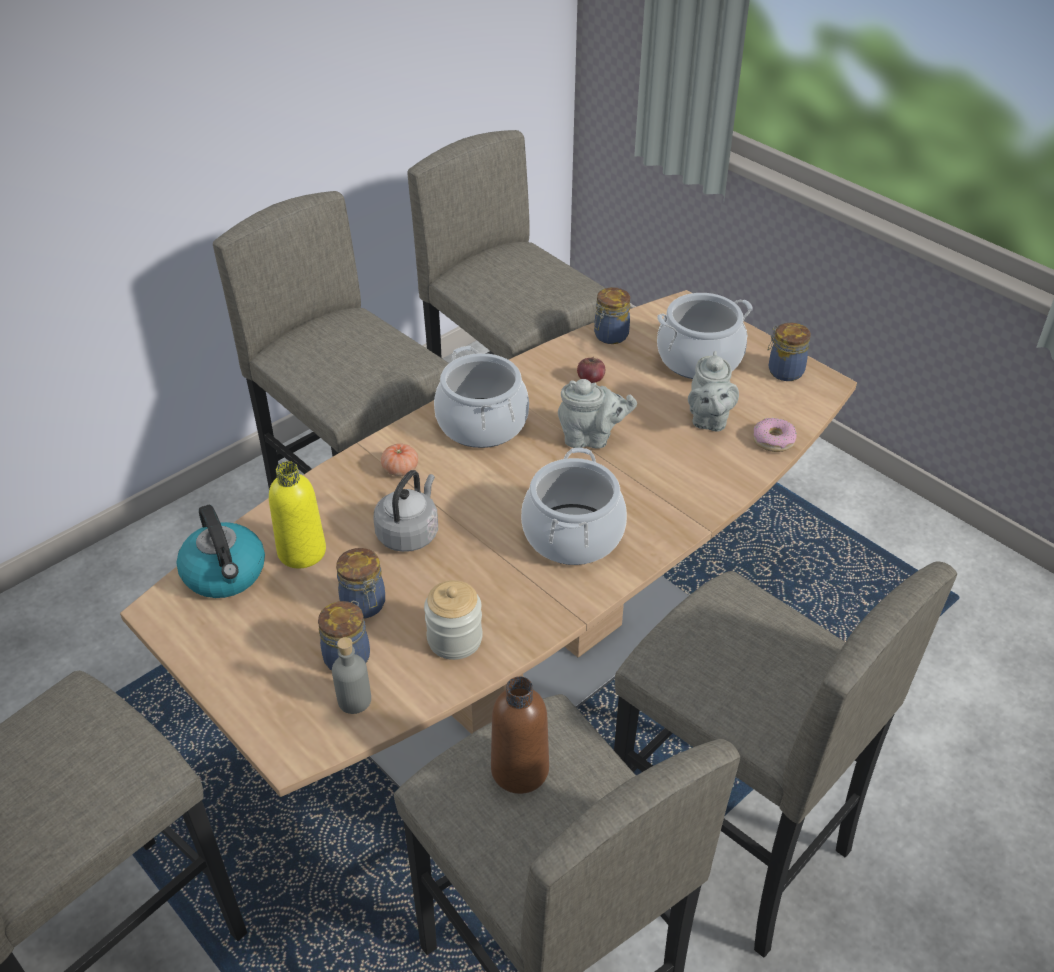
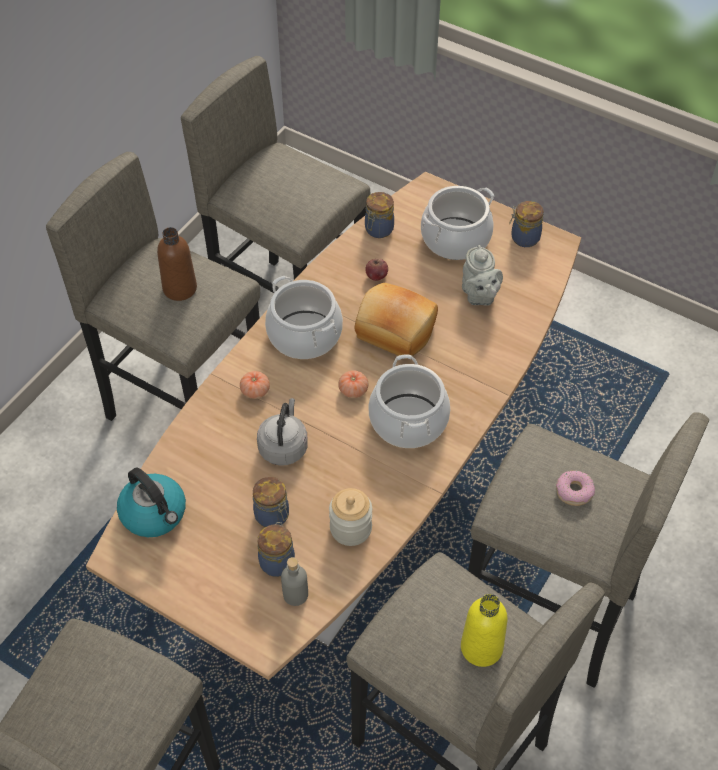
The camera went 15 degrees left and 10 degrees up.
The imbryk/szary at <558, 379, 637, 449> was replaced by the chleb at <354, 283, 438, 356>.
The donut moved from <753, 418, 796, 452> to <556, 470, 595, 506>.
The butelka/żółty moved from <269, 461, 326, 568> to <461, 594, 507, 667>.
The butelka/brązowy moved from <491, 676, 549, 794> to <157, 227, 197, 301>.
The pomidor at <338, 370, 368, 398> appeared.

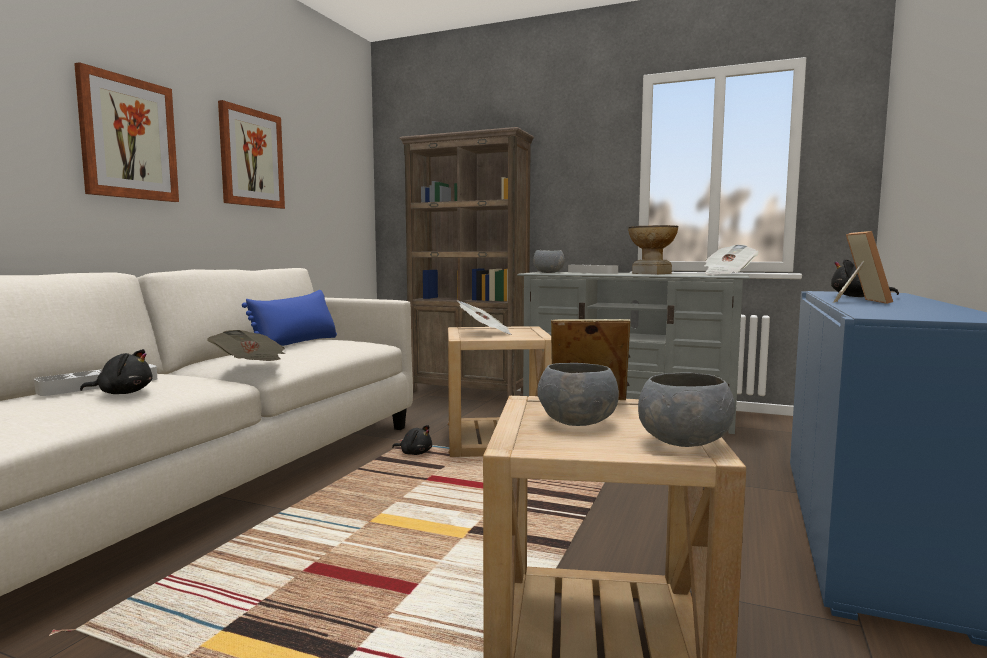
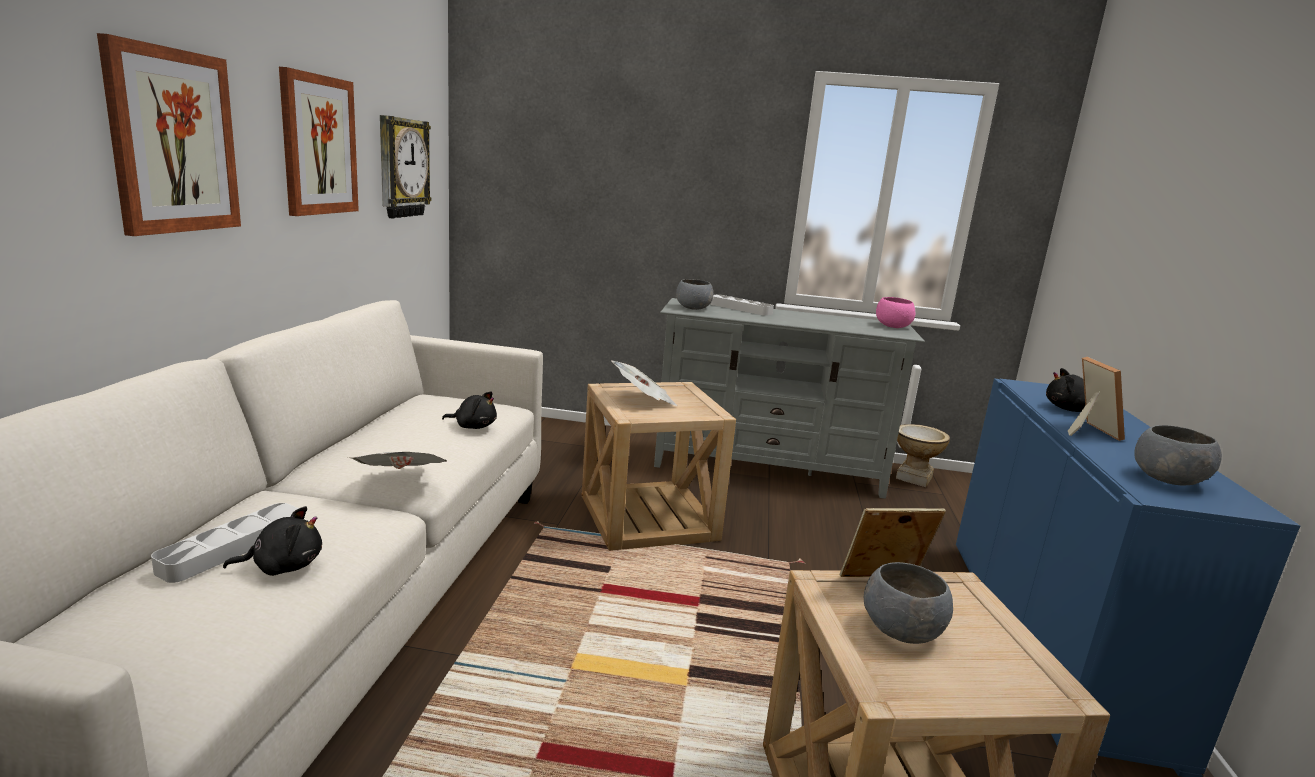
The camera went 15 degrees left and 10 degrees up.
The regał/brązowy at <399, 127, 534, 400> disappeared.
The wazon moved from <628, 225, 678, 274> to <896, 424, 950, 487>.
The gazeta at <704, 244, 759, 275> was replaced by the miska/różowy at <876, 297, 915, 328>.
The poduszka/niebieski at <242, 290, 337, 346> disappeared.
The miska/szary moved from <638, 373, 735, 447> to <1134, 425, 1222, 485>.
The pluszak/czarny moved from <392, 425, 432, 455> to <442, 392, 497, 429>.
The zegar ścienny at <380, 115, 432, 218> appeared.

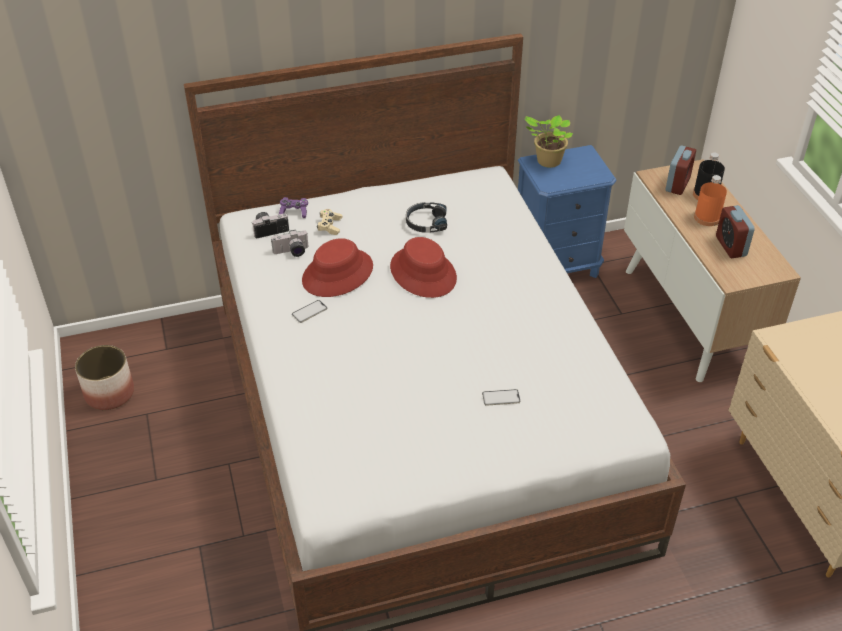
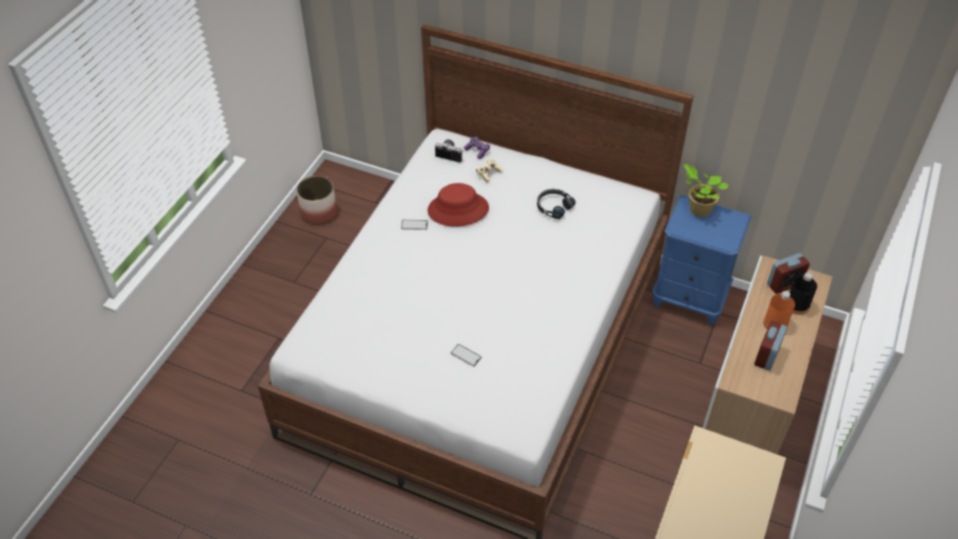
The camera went 40 degrees right and 5 degrees up.
The aparat fotograficzny at <271, 230, 309, 257> disappeared.
The kapelusz/czerwony at <390, 237, 457, 298> disappeared.

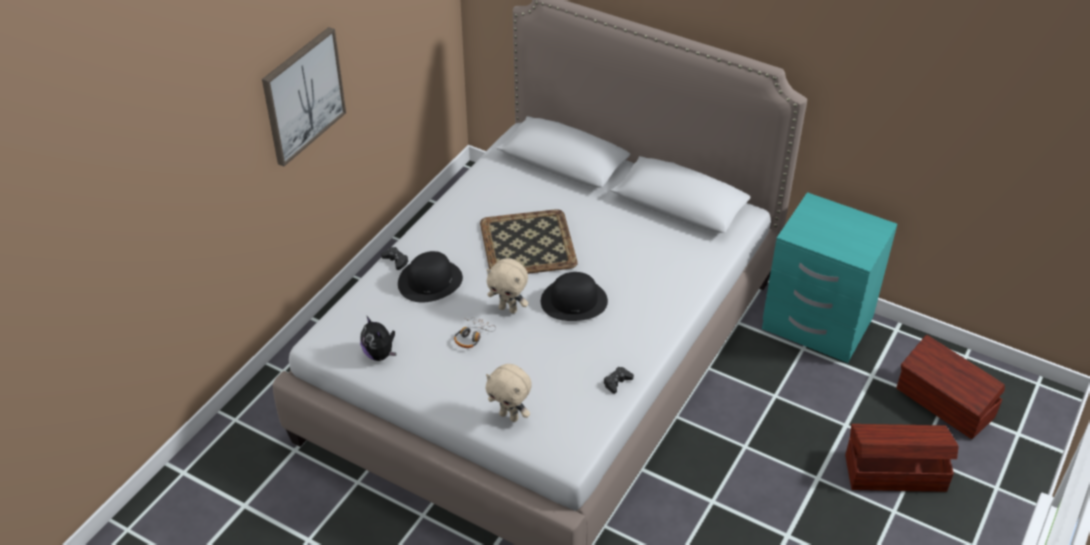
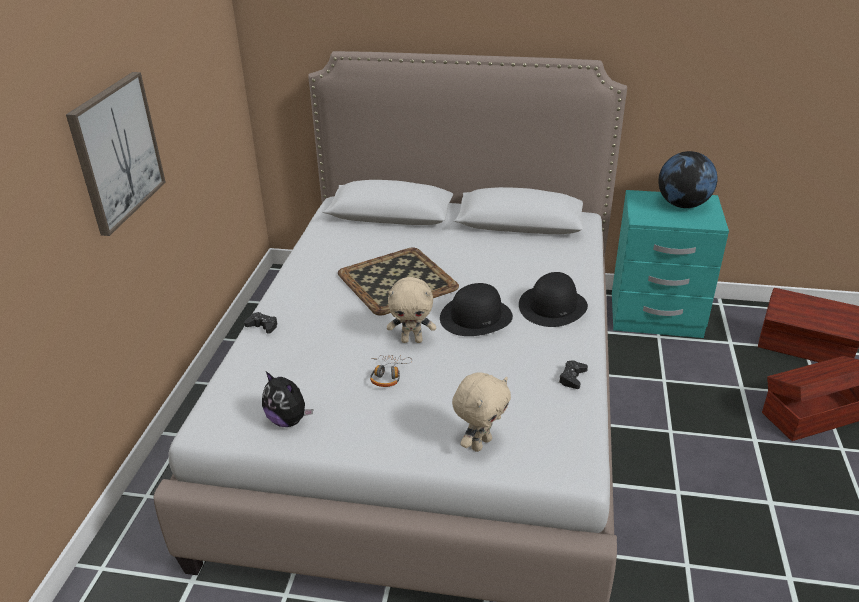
The camera went 20 degrees left and 10 degrees down.
The kapelusz/czarny moved from <398, 251, 463, 303> to <519, 272, 588, 327>.
The pluszak/beżowy at <486, 364, 532, 422> turned 60 degrees counterclockwise.
The globus at <658, 151, 718, 208> appeared.

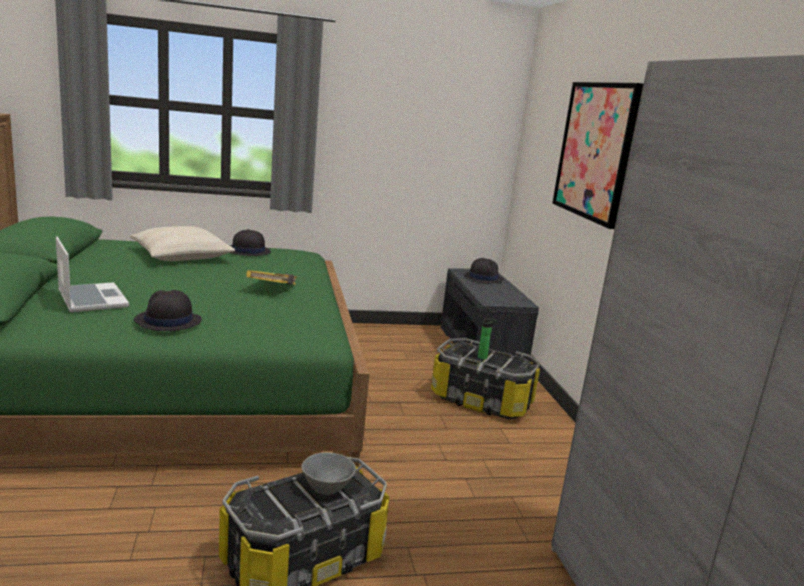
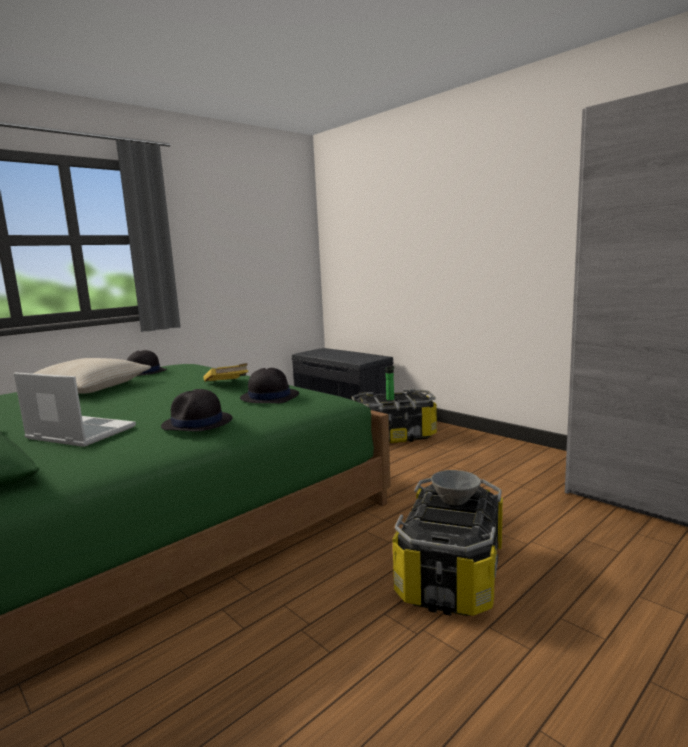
The camera went 30 degrees left and 5 degrees down.
The obraz at <552, 82, 643, 229> disappeared.
The kapelusz/czarny moved from <464, 258, 504, 284> to <240, 368, 299, 403>.

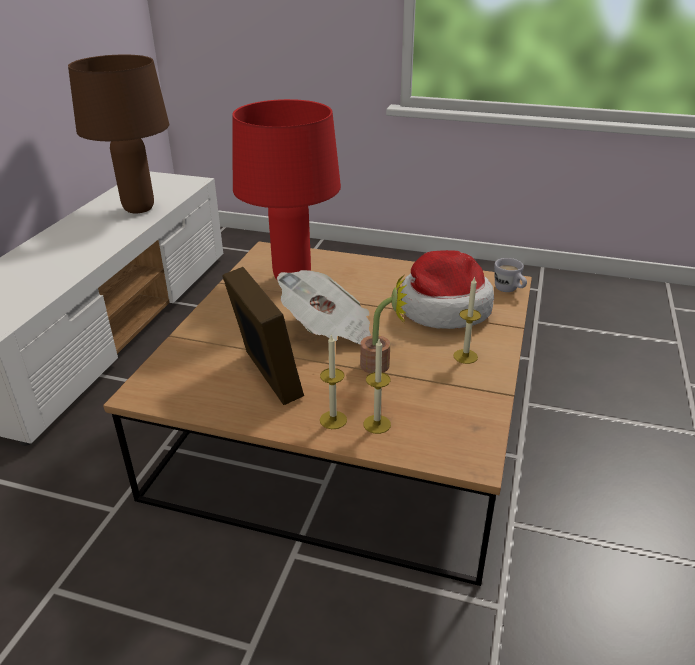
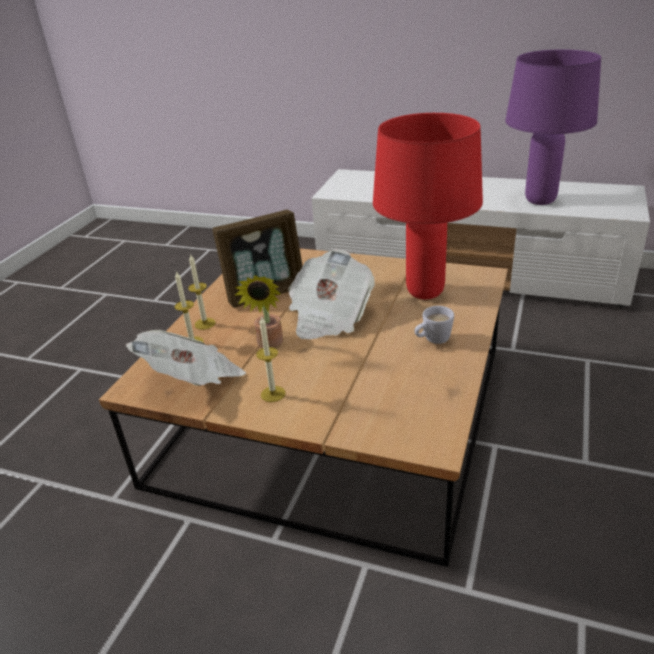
The camera went 95 degrees right and 0 degrees up.
The lampa stołowa/brązowy at <68, 55, 169, 213> became the lampa stołowa/fioletowy at <505, 49, 601, 205>.
The kapelusz at <401, 250, 494, 329> disappeared.
The kubek/biały moved from <494, 258, 527, 292> to <414, 306, 454, 344>.
The gazeta at <126, 330, 246, 386> appeared.

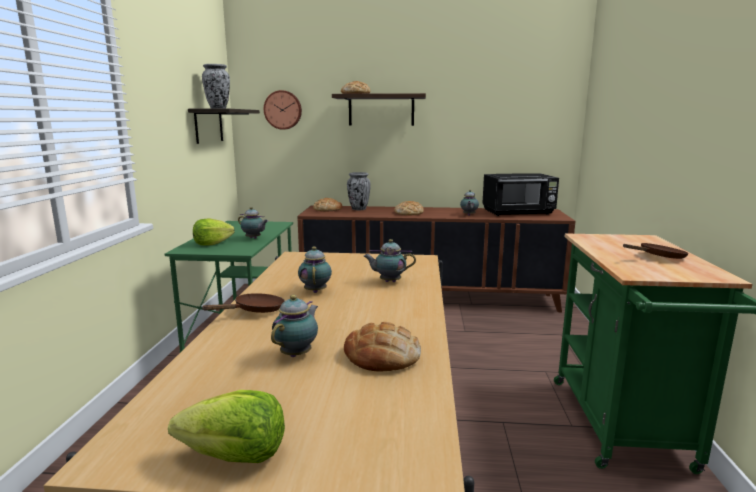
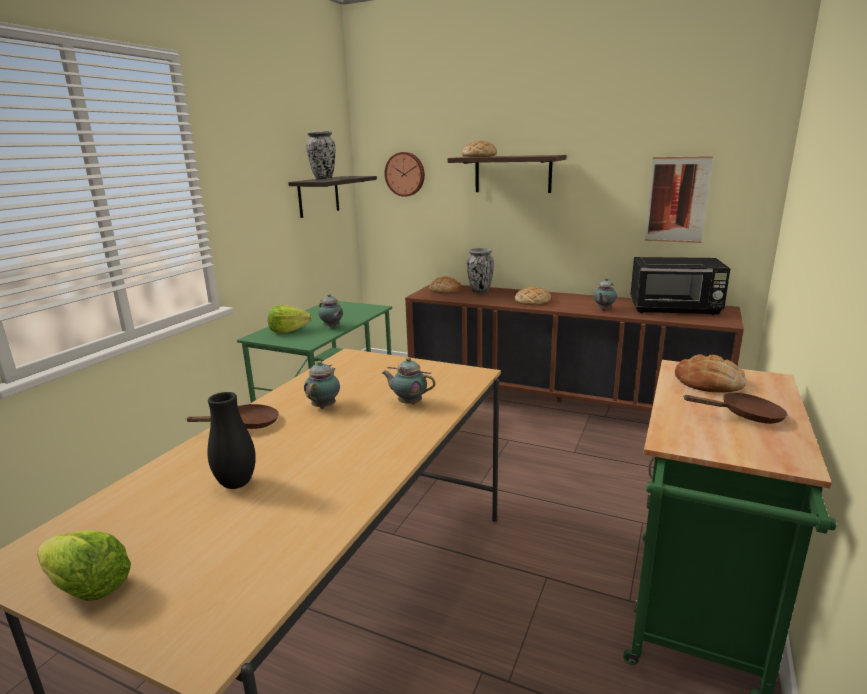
The camera went 20 degrees right and 5 degrees up.
The imbryk at <271, 295, 318, 357> was replaced by the wazon/czarny at <207, 392, 256, 489>.
The chleb moved from <344, 322, 421, 371> to <675, 354, 746, 392>.
The obraz at <645, 156, 713, 243> appeared.

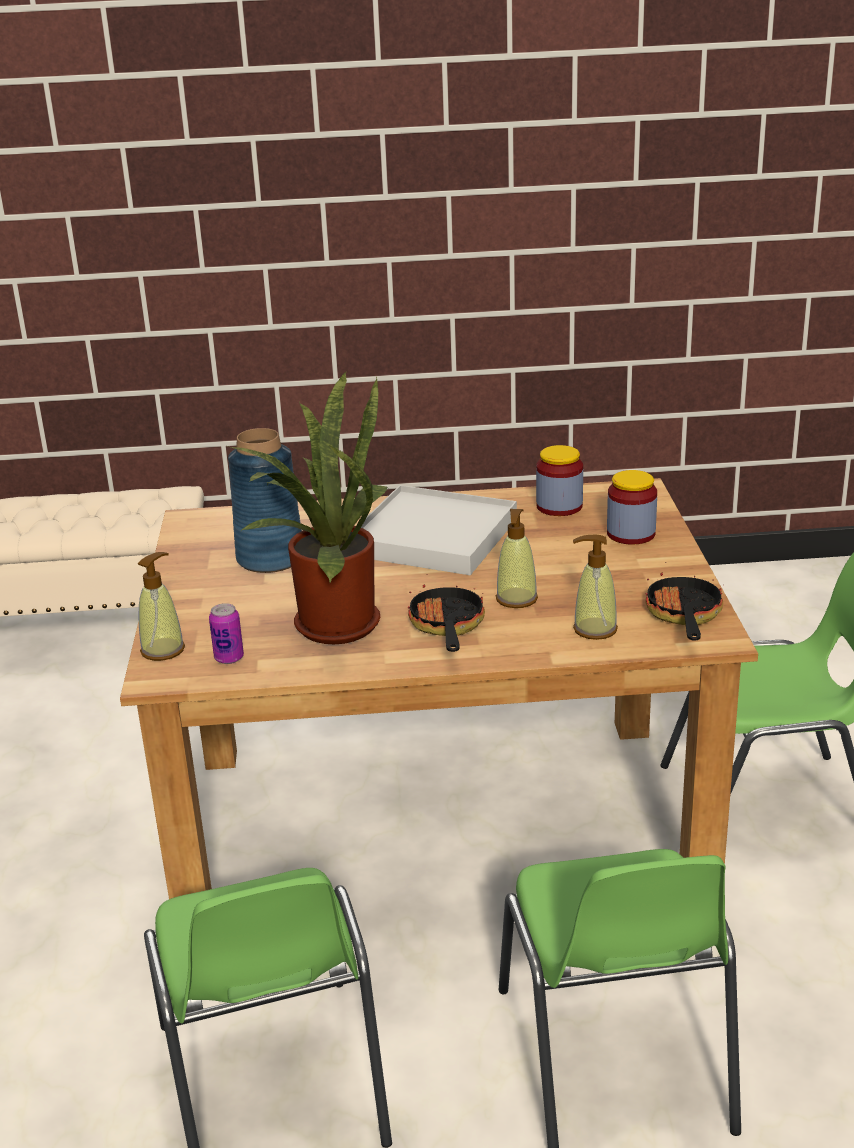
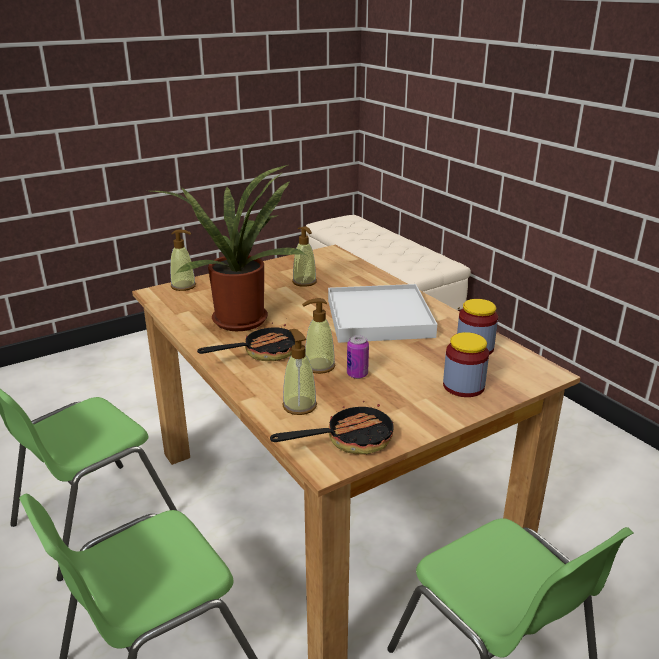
The camera went 60 degrees right and 0 degrees up.
The wazon/niebieski at <228, 428, 302, 573> was replaced by the dozownik mydła at <292, 226, 317, 287>.
The puszka moved from <209, 603, 244, 664> to <347, 335, 369, 379>.

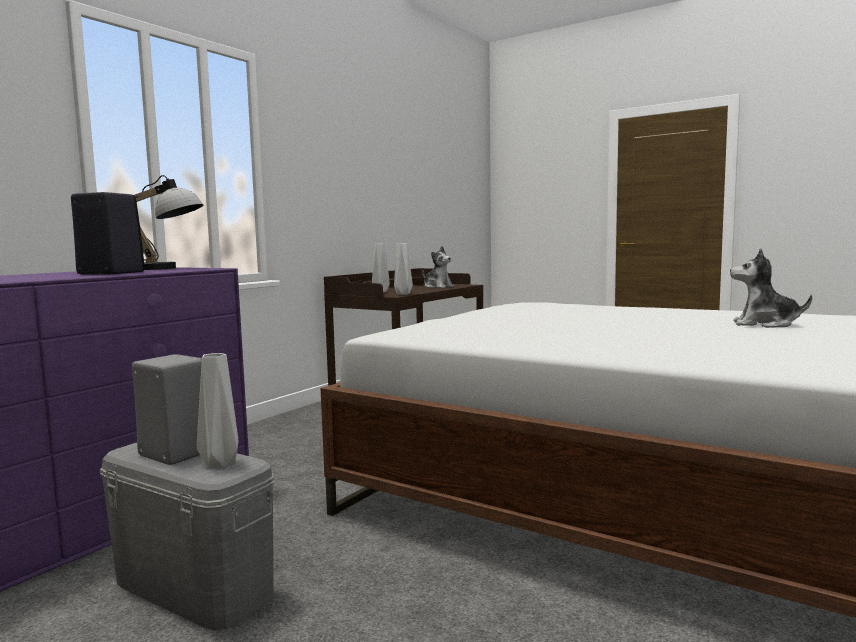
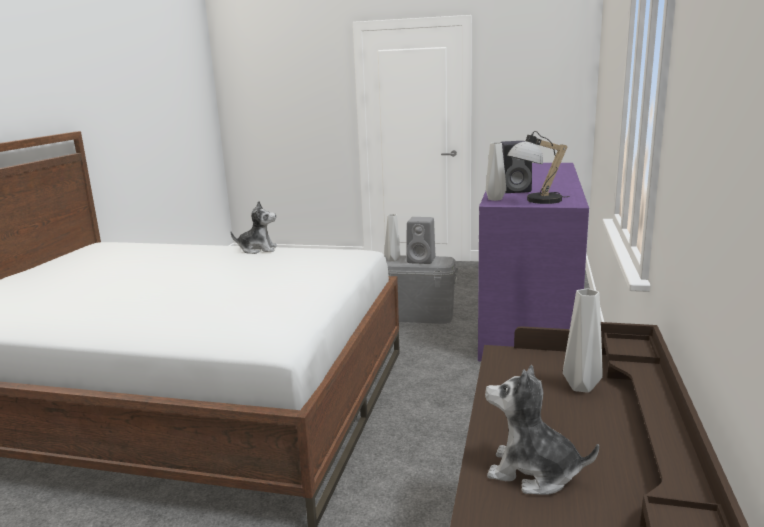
The camera went 160 degrees right and 10 degrees up.
The wazon/szary moved from <394, 243, 413, 295> to <486, 142, 506, 201>.
The pluszak moved from <730, 248, 812, 328> to <231, 201, 277, 254>.

